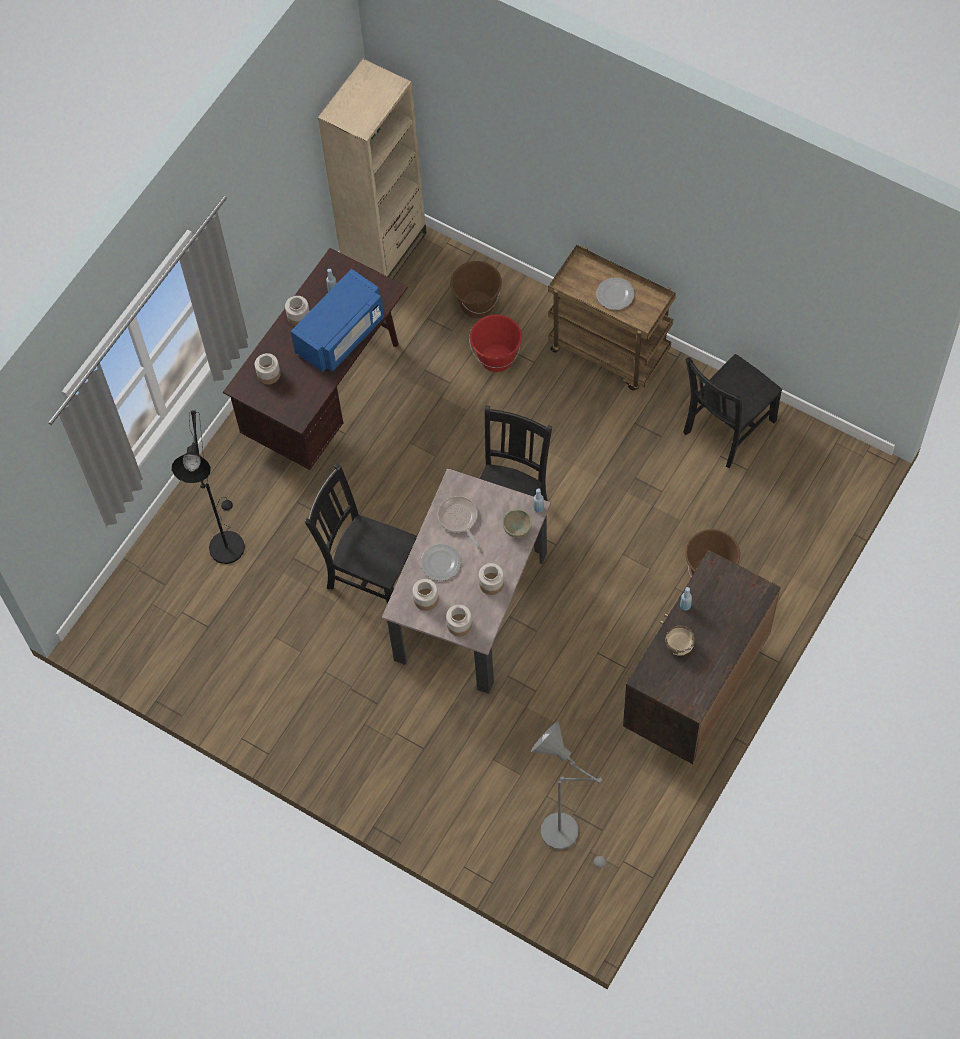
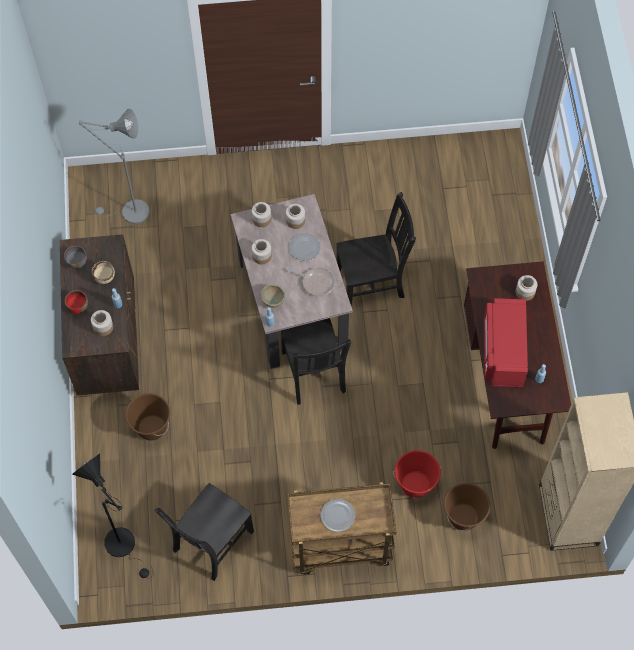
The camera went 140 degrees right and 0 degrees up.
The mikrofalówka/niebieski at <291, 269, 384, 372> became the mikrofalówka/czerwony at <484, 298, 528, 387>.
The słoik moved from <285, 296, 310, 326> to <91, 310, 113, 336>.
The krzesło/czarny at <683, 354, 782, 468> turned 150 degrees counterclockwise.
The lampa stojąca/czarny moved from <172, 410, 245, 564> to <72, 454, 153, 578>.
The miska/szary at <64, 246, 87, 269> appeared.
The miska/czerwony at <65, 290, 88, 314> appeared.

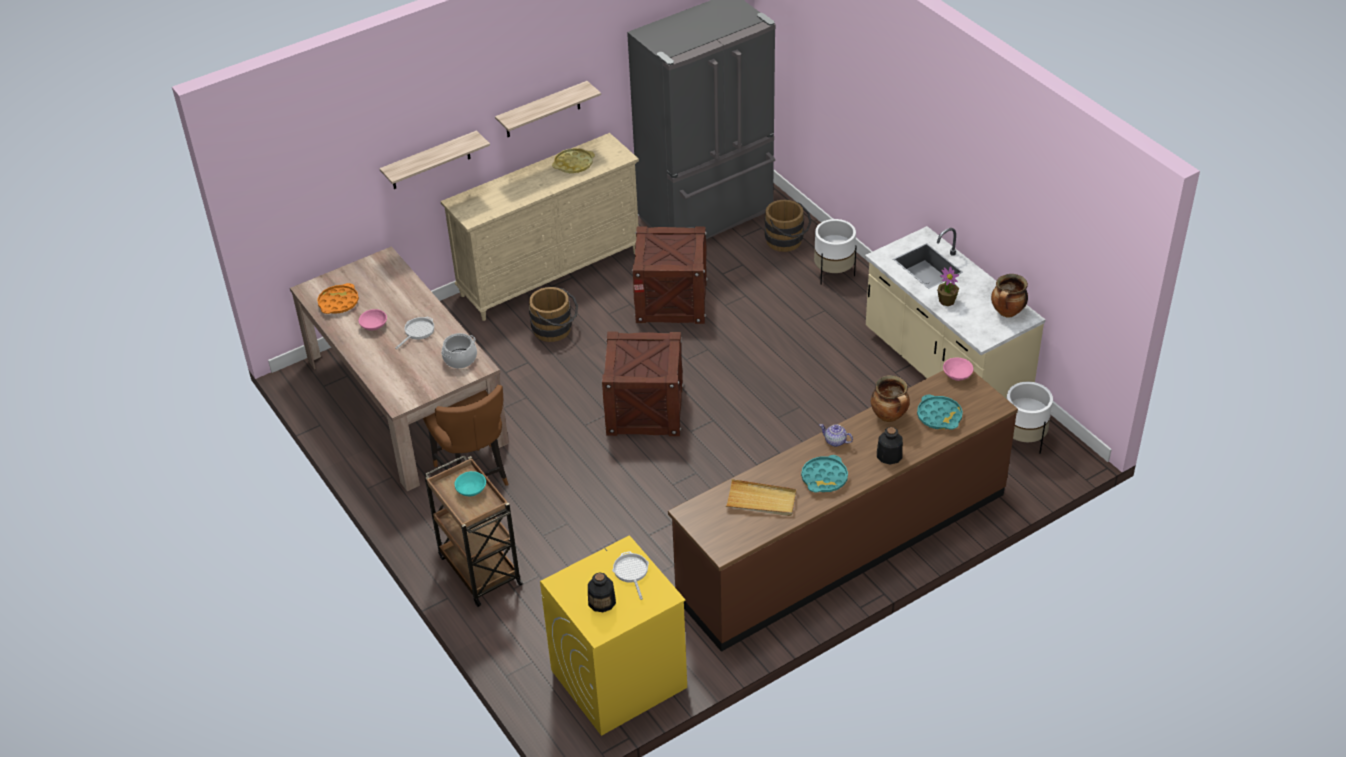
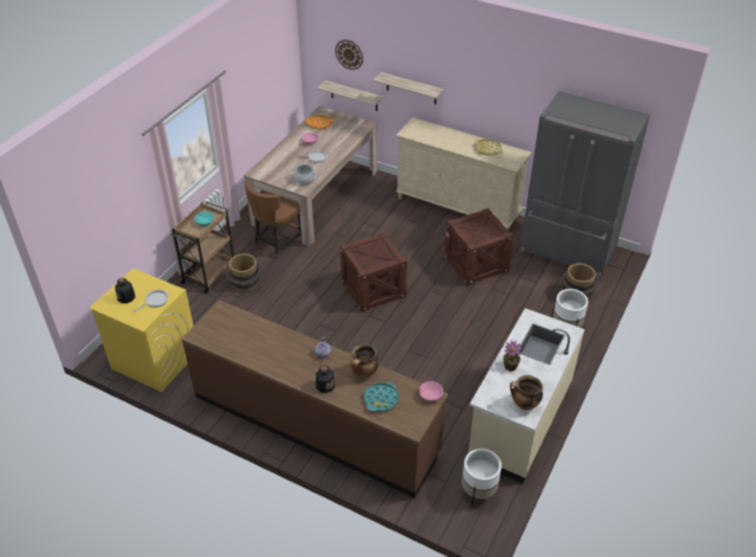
The camera went 60 degrees right and 0 degrees up.
The półka moved from <495, 81, 601, 137> to <317, 80, 383, 111>.
The wiadro/brązowy moved from <529, 287, 578, 342> to <226, 254, 260, 292>.
The taca/turkusowy at <801, 455, 848, 492> disappeared.
The taca/beżowy at <726, 479, 796, 516> disappeared.
The zegar ścienny at <335, 40, 363, 70> appeared.

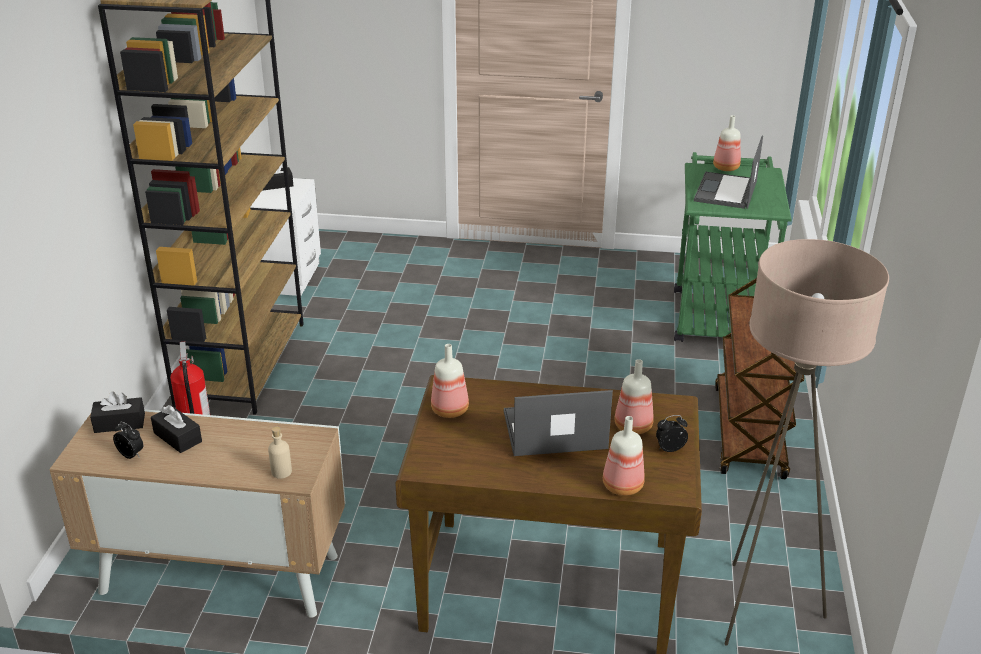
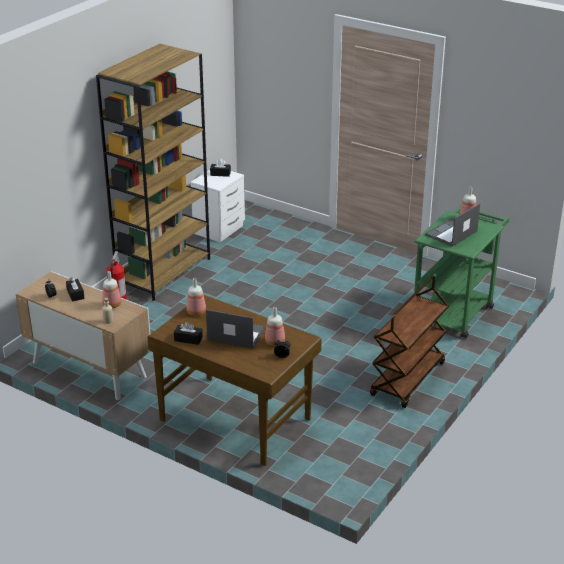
The camera went 25 degrees right and 0 degrees up.
The lampa stojąca/beżowy at <724, 239, 889, 646> disappeared.
The pudełko chusteczek/czarny moved from <90, 391, 145, 433> to <174, 322, 203, 345>.
The butelka moved from <603, 416, 645, 496> to <102, 271, 121, 308>.

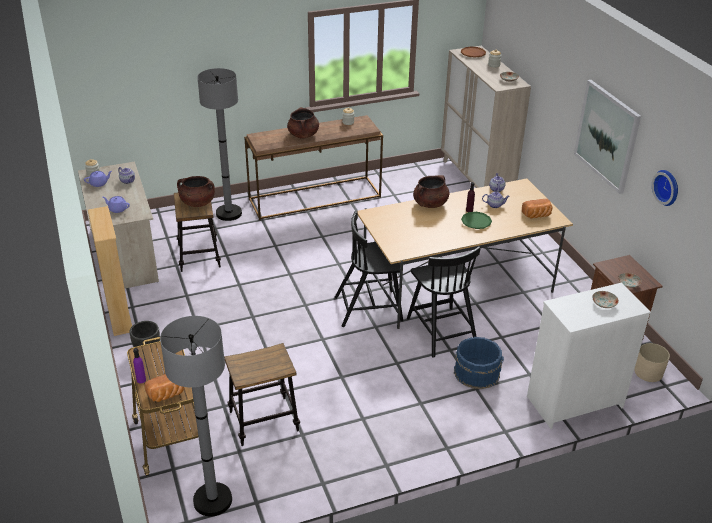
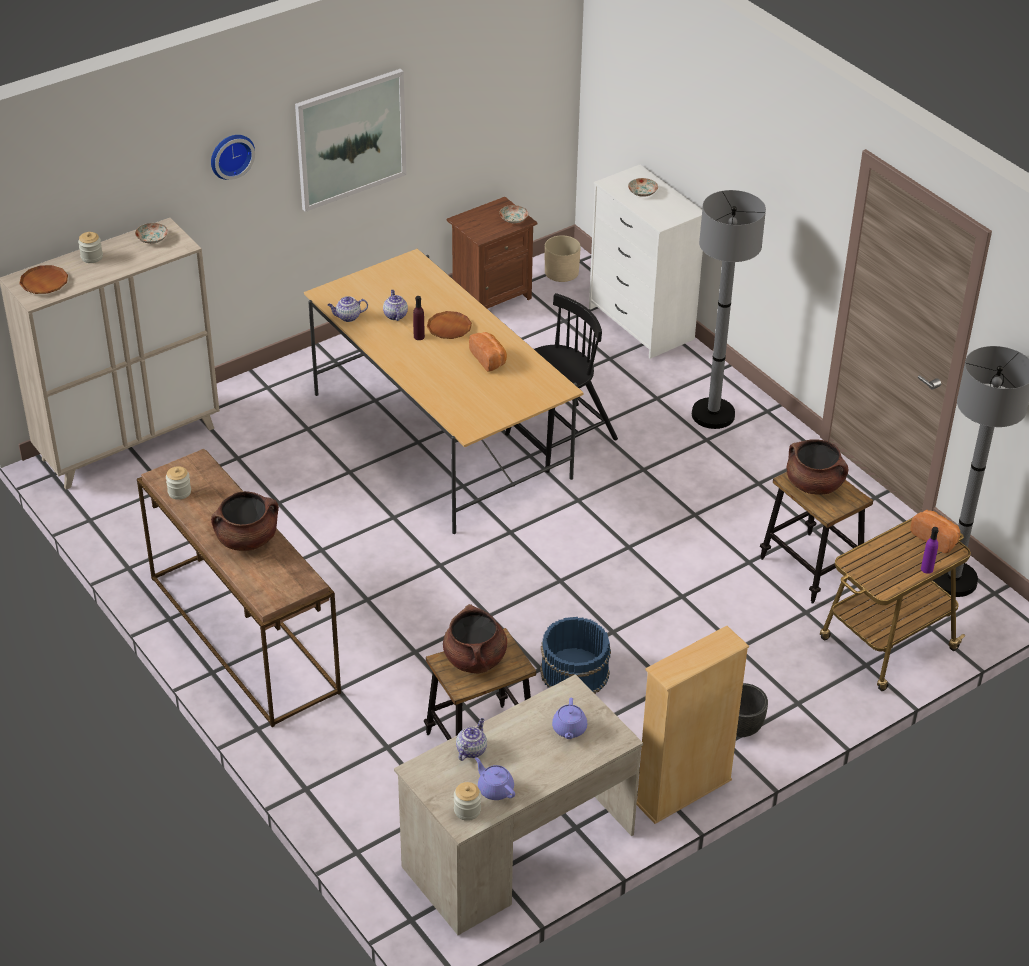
The camera went 105 degrees left and 5 degrees up.
The lampa stojąca/szary moved from <197, 68, 242, 221> to <692, 190, 766, 429>.
The zegar ścienny moved from <652, 170, 678, 206> to <211, 135, 255, 180>.
The garnek/brązowy moved from <413, 175, 449, 208> to <787, 439, 848, 495>.
The chleb moved from <522, 199, 552, 218> to <469, 332, 507, 372>.
The krzesło/czarny at <334, 211, 403, 327> disappeared.
The talerz/zielony at <461, 212, 492, 229> became the talerz/brązowy at <427, 311, 472, 339>.
The wiadro/niebieski moved from <454, 337, 504, 389> to <540, 617, 611, 694>.

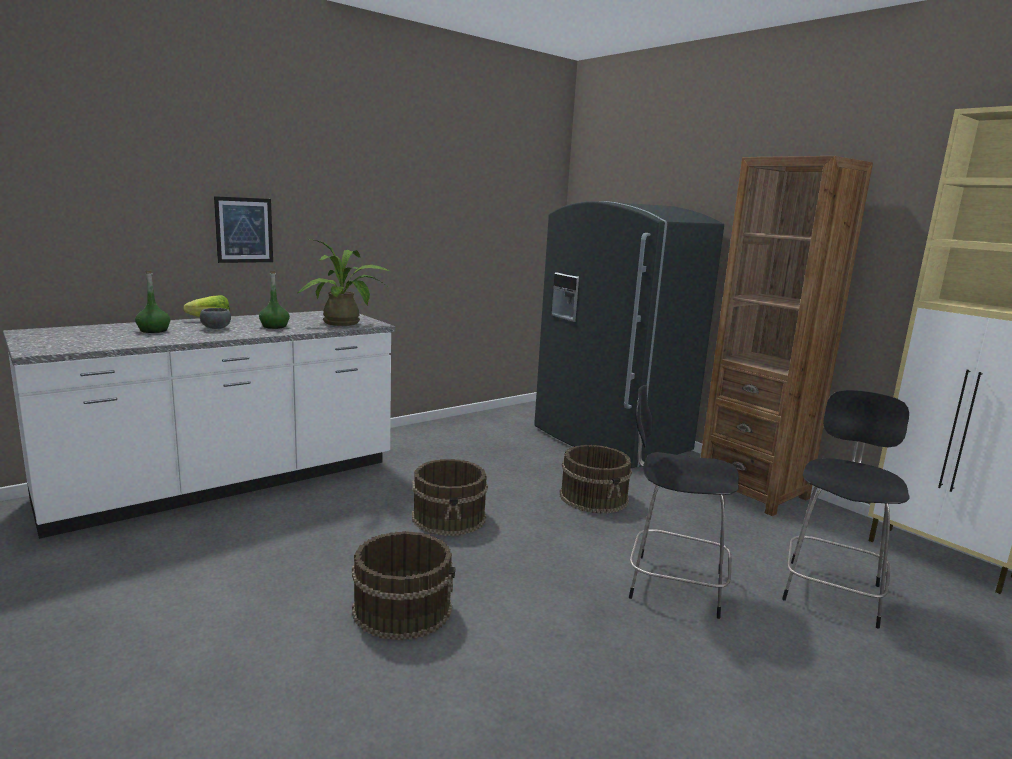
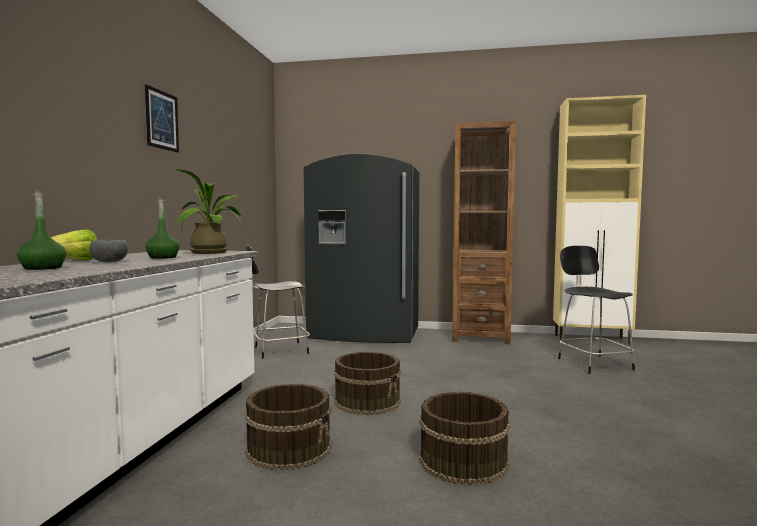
The camera went 40 degrees left and 10 degrees down.
The obraz moved from <214, 196, 273, 263> to <145, 84, 179, 152>.
The krzesło/czarny moved from <629, 385, 739, 619> to <246, 245, 310, 359>.
The wiadro/brązowy moved from <560, 445, 632, 514> to <245, 384, 332, 471>.

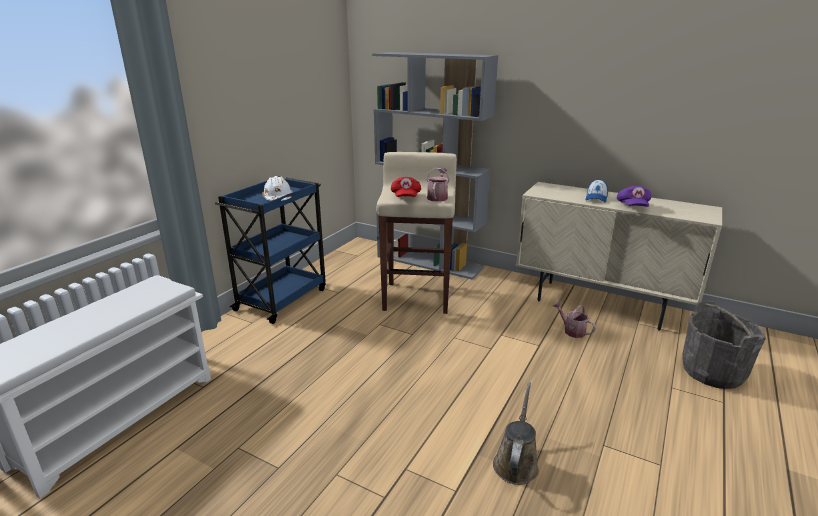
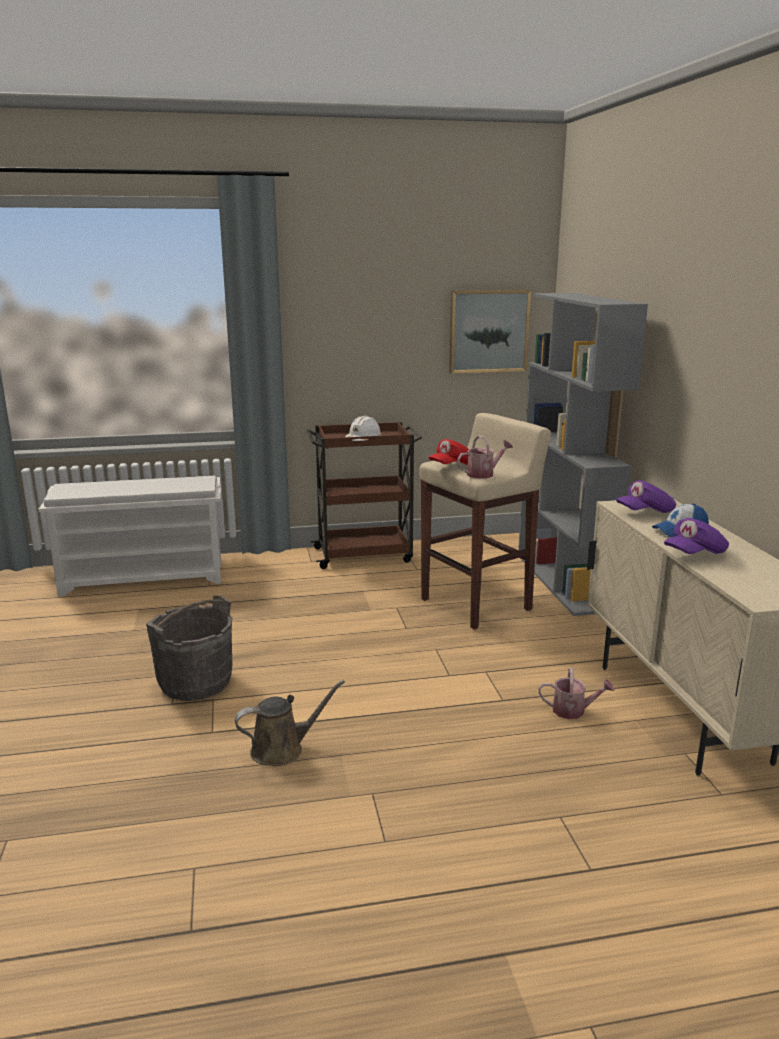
The camera went 50 degrees right and 5 degrees down.
The wózek/niebieski at <215, 176, 326, 324> became the wózek/brązowy at <307, 422, 422, 569>.
The wiadro/szary moved from <683, 301, 766, 389> to <146, 596, 232, 701>.
The konewka at <553, 302, 596, 338> turned 90 degrees clockwise.
The obraz at <449, 290, 531, 374> appeared.
The czapka z daszkiem/fioletowy at <616, 480, 676, 513> appeared.

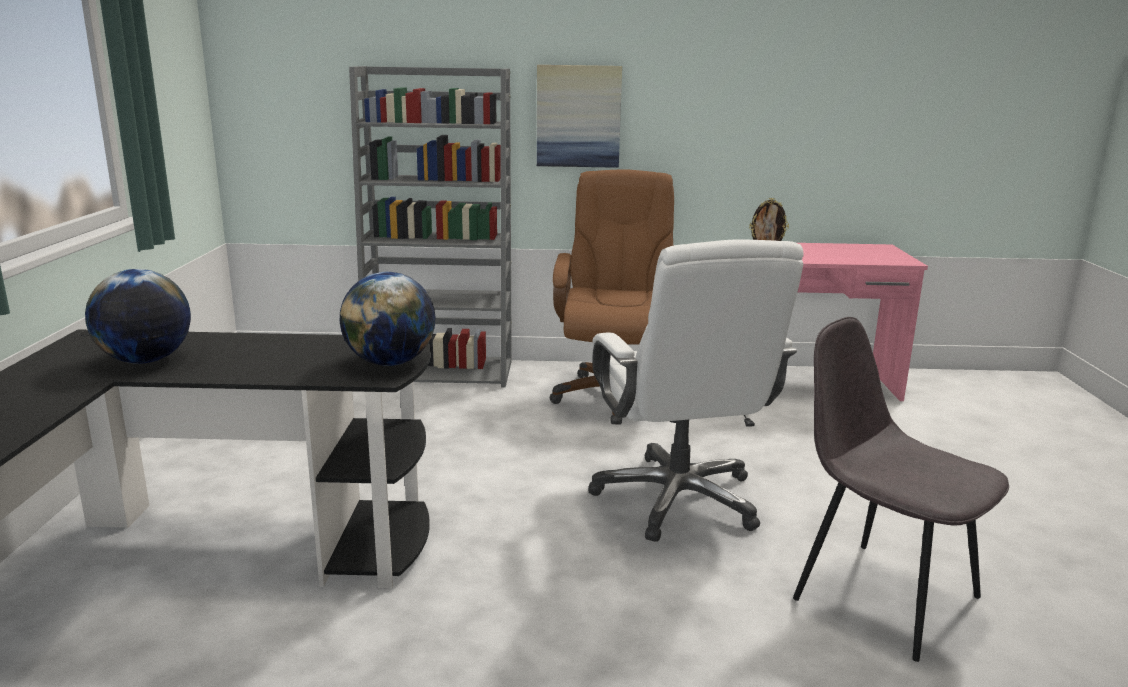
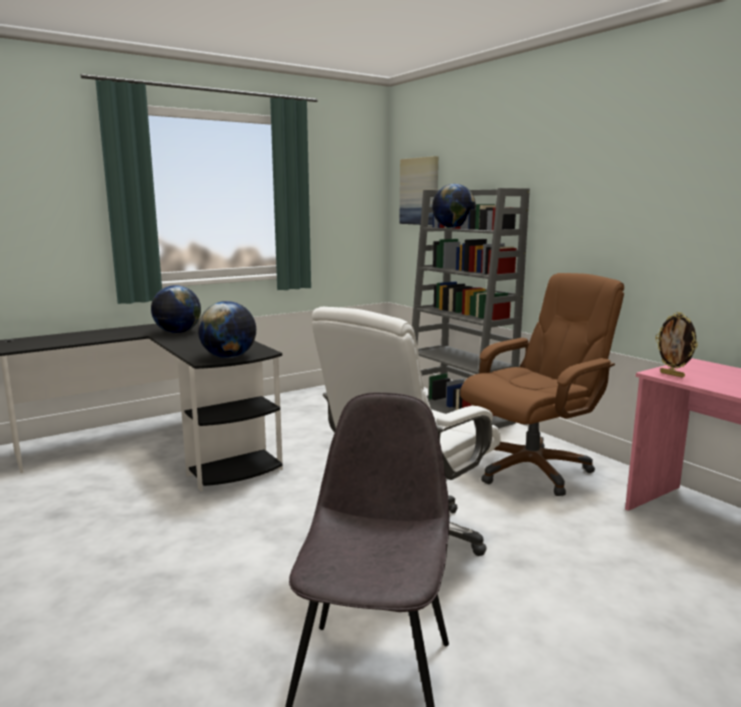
The camera went 55 degrees right and 5 degrees down.
The obraz moved from <537, 65, 622, 168> to <399, 156, 438, 225>.
The globus at <432, 184, 476, 228> appeared.

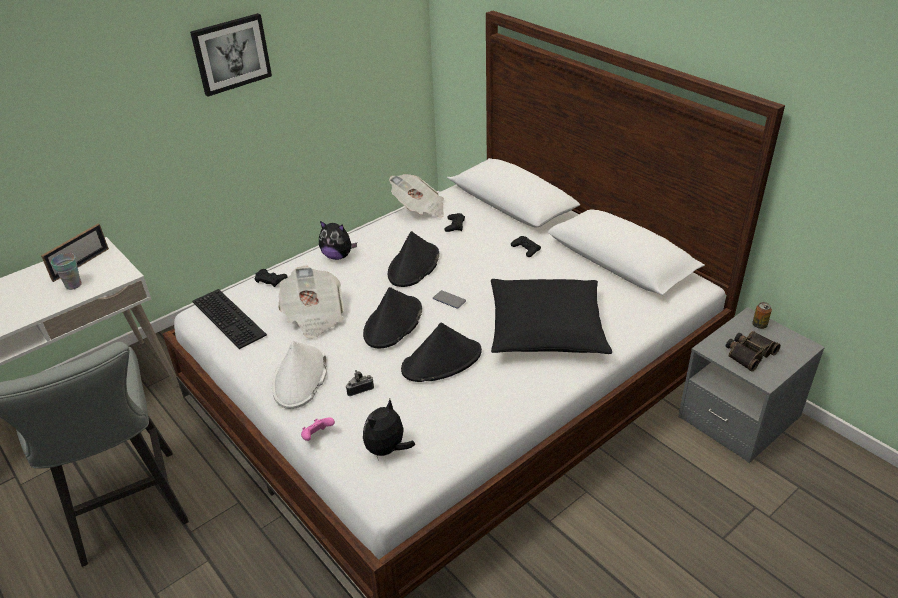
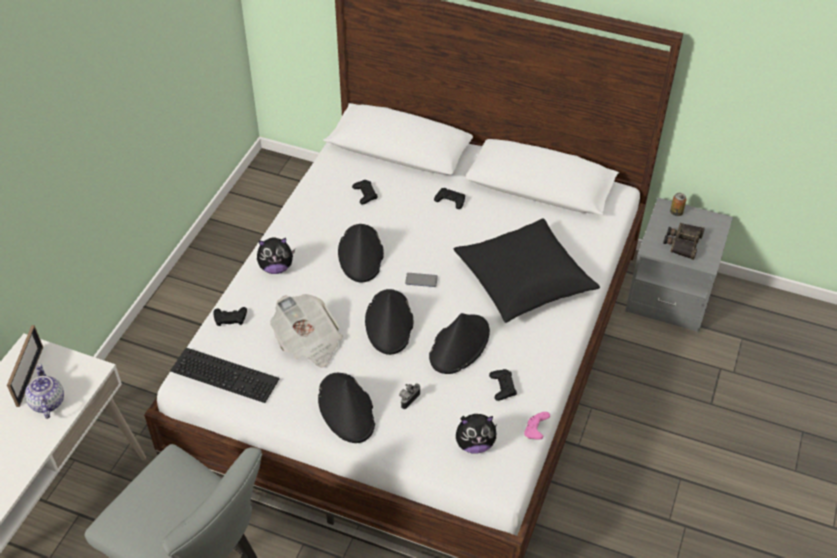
The camera went 30 degrees left and 10 degrees up.
The obraz at <190, 13, 272, 97> disappeared.
The gazeta at <389, 174, 444, 218> disappeared.
The filiżanka at <51, 253, 82, 290> was replaced by the imbryk at <25, 364, 64, 419>.
The kapelusz/biały at <272, 341, 327, 409> became the kapelusz/czarny at <318, 373, 375, 443>.
The pluszak at <363, 399, 415, 461> turned 105 degrees counterclockwise.
The pad do gier/różowy moved from <301, 417, 335, 441> to <524, 412, 550, 440>.
The pad do gier/czarny at <489, 369, 517, 401> appeared.

